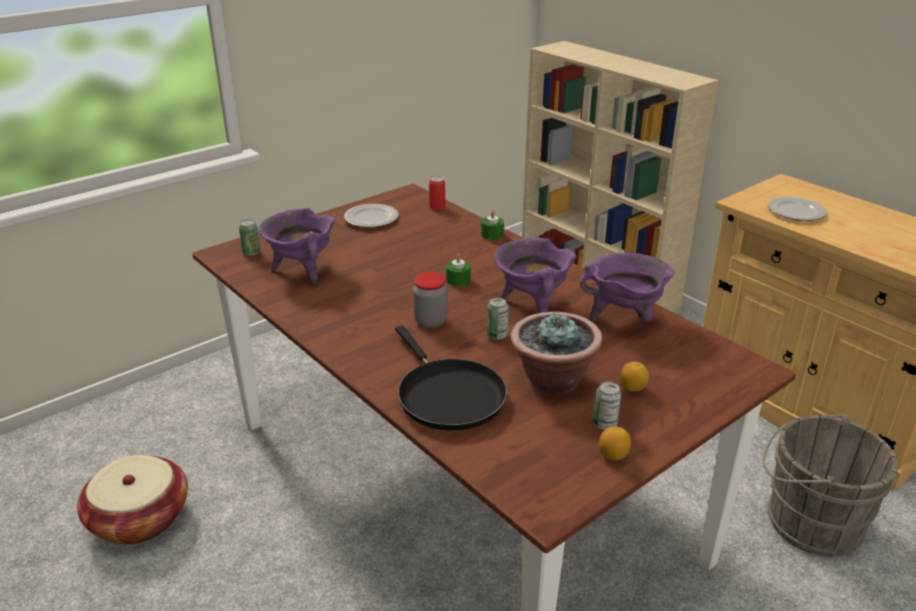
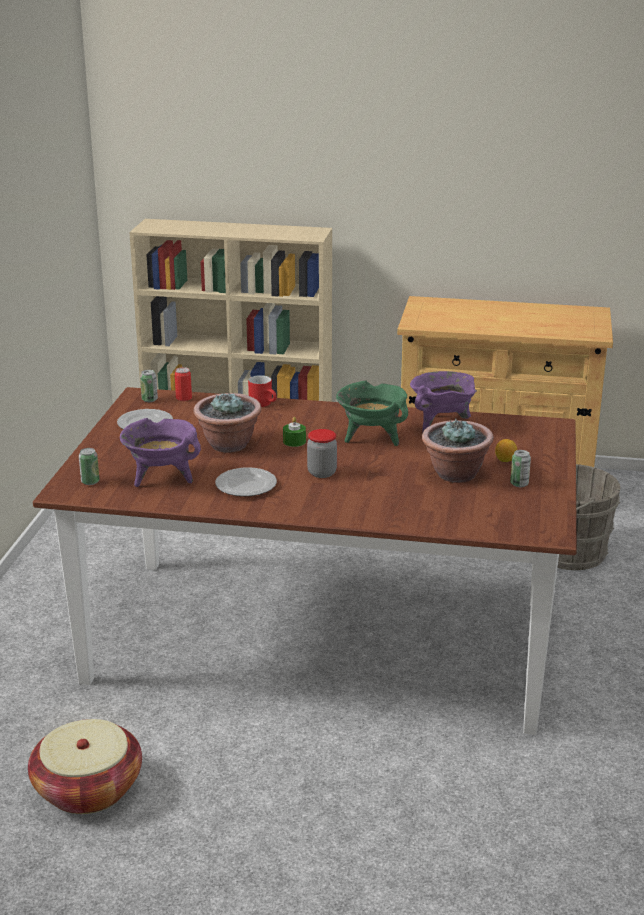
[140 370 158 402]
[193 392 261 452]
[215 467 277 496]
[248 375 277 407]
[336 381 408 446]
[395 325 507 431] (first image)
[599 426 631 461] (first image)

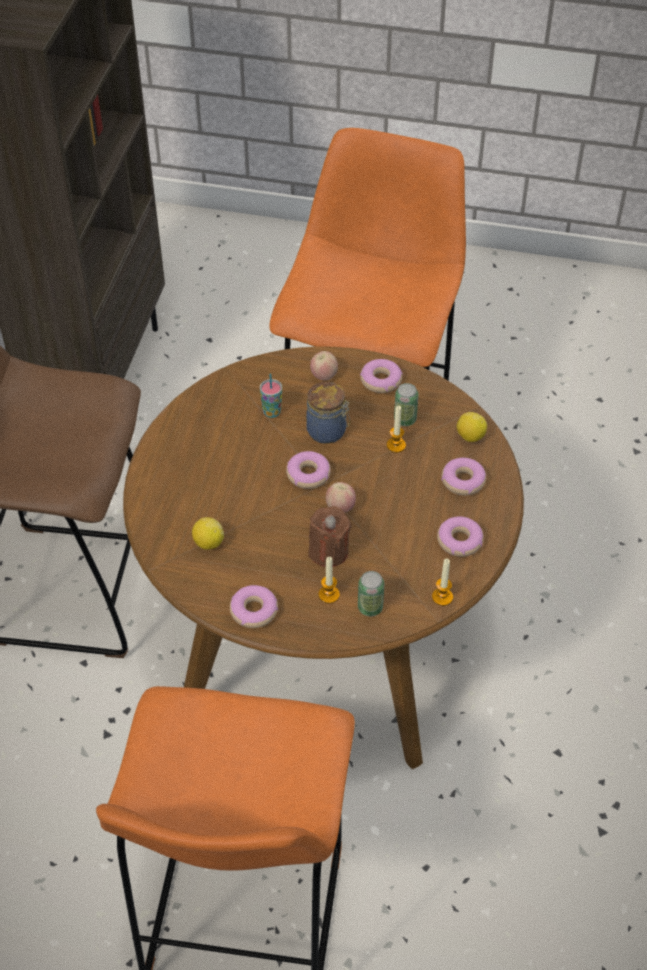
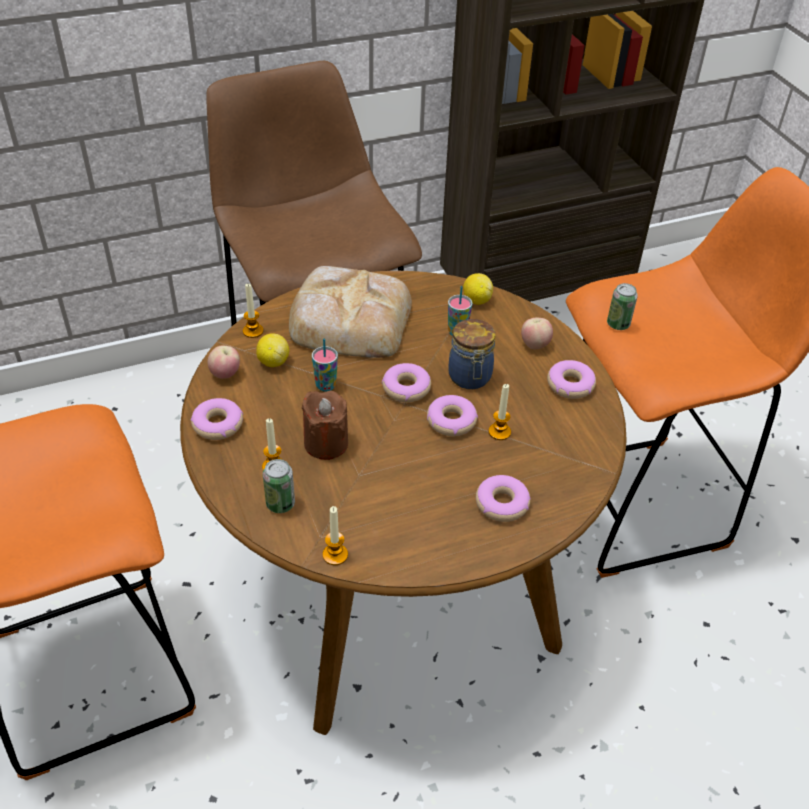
[207 345 240 379]
[243 284 263 338]
[289 266 412 358]
[312 338 338 392]
[427 395 478 436]
[463 273 493 305]
[607 283 638 330]

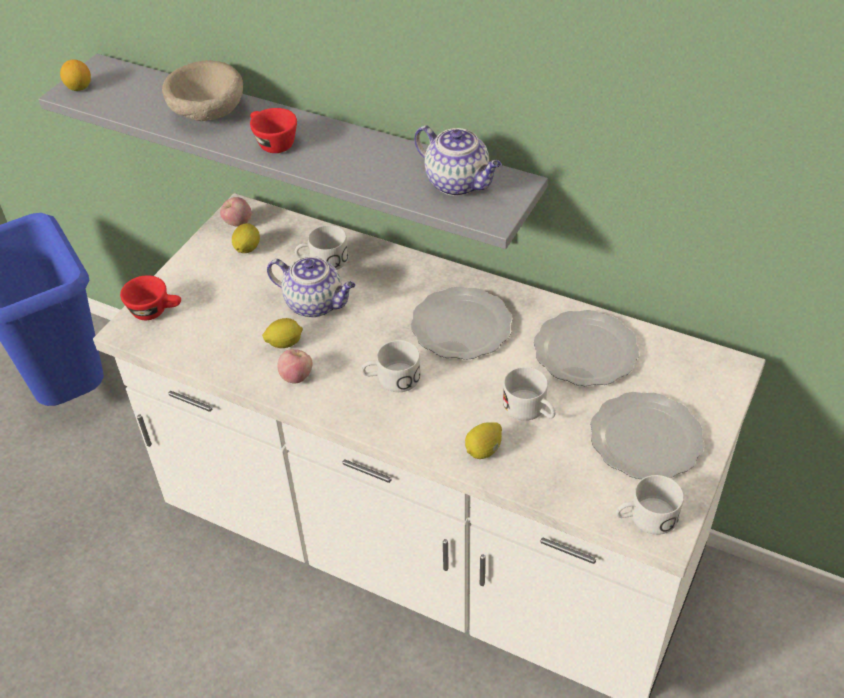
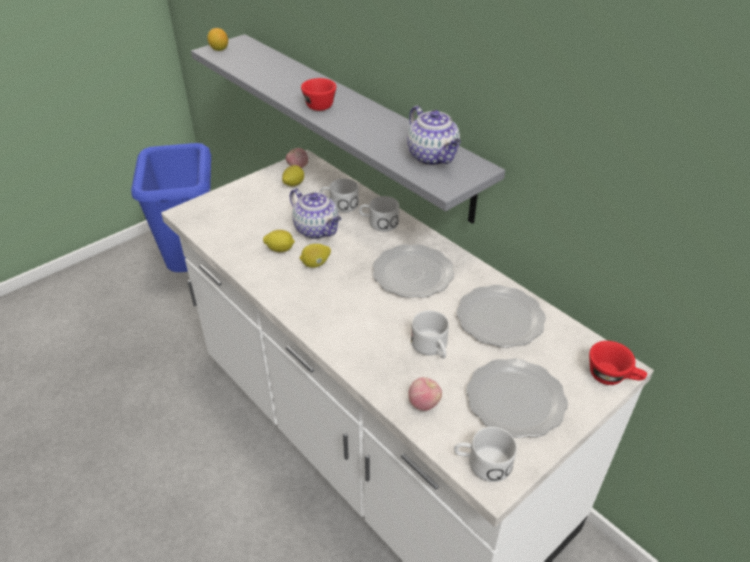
[300 244 331 268]
[359 196 399 232]
[408 377 442 411]
[589 341 647 385]
[162 60 243 121] (first image)

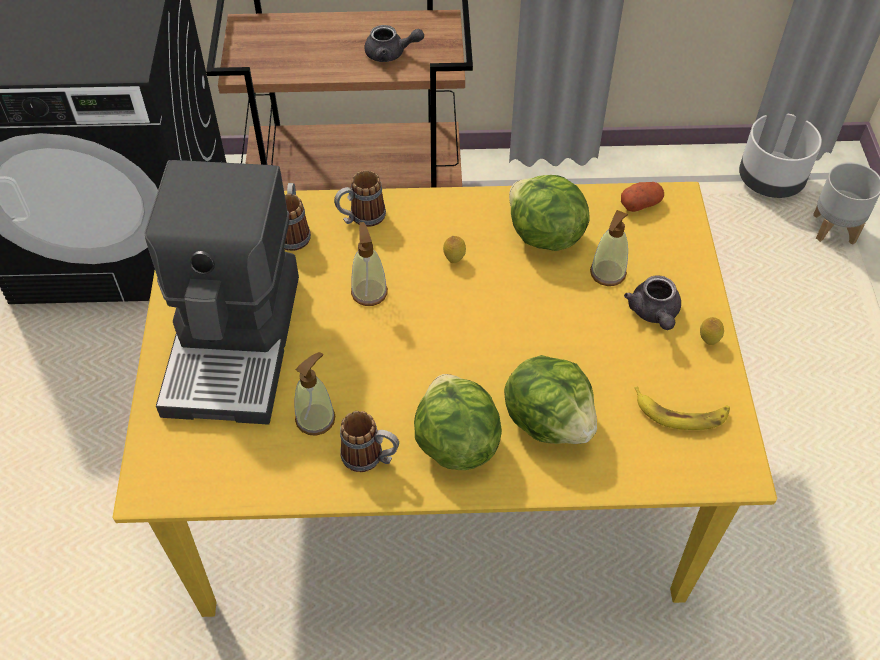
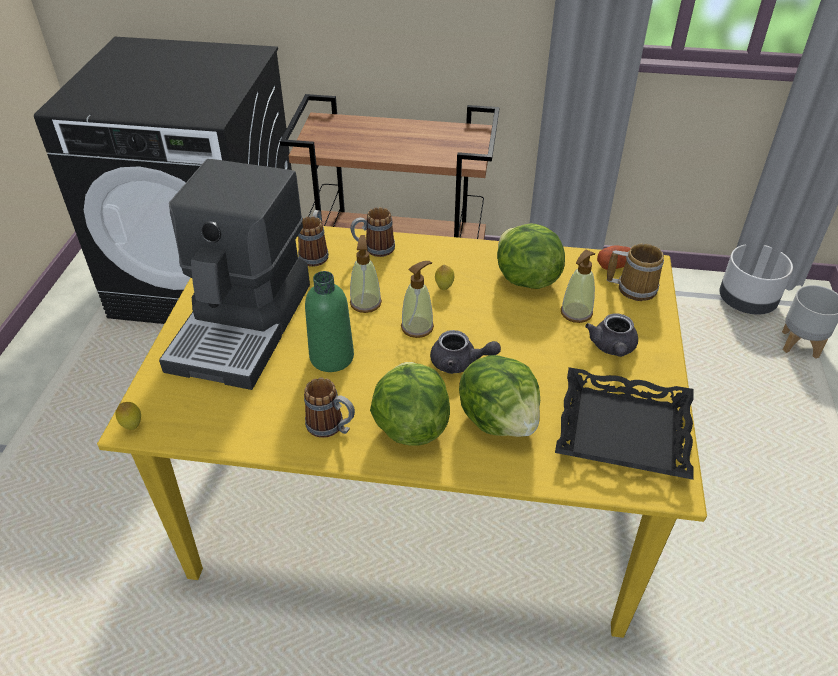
[116 402 141 430]
[305 271 354 372]
[401 261 434 338]
[430 330 501 374]
[555 367 694 480]
[607 244 664 301]

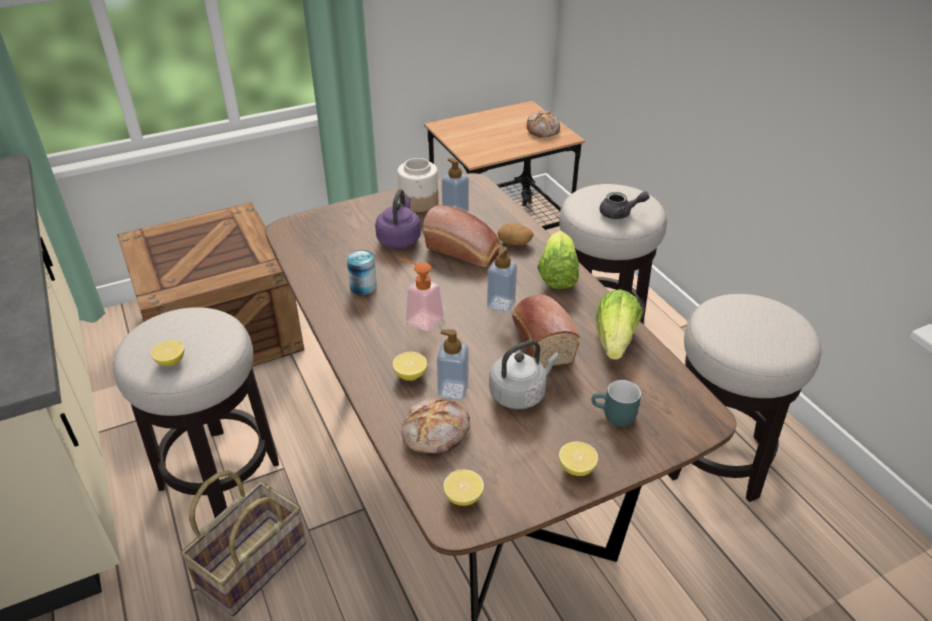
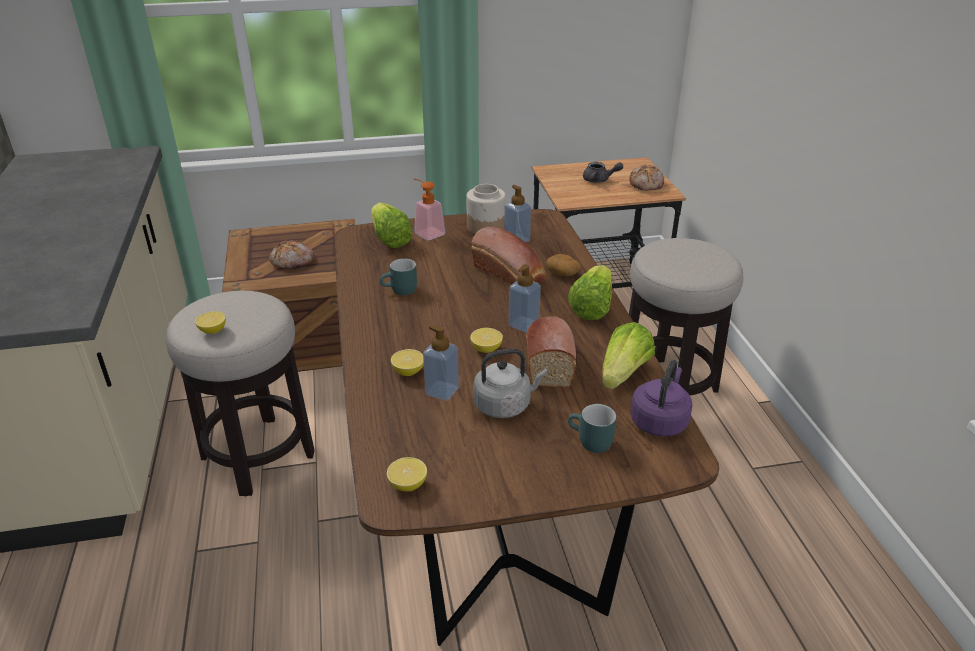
[269 240 314 270]
[371 203 412 248]
[380 258 417 295]
[414 178 445 240]
[470 328 503 353]
[583 162 623 183]
[630 360 693 437]
[180 471 306 616] (first image)
[668 294 821 502] (first image)

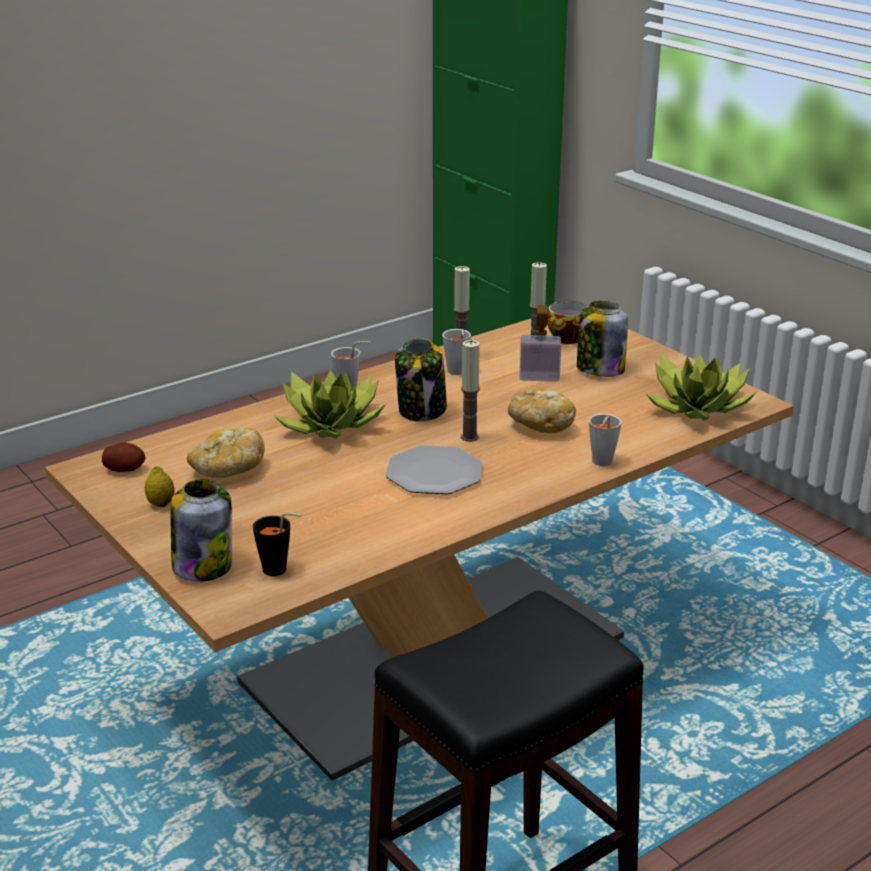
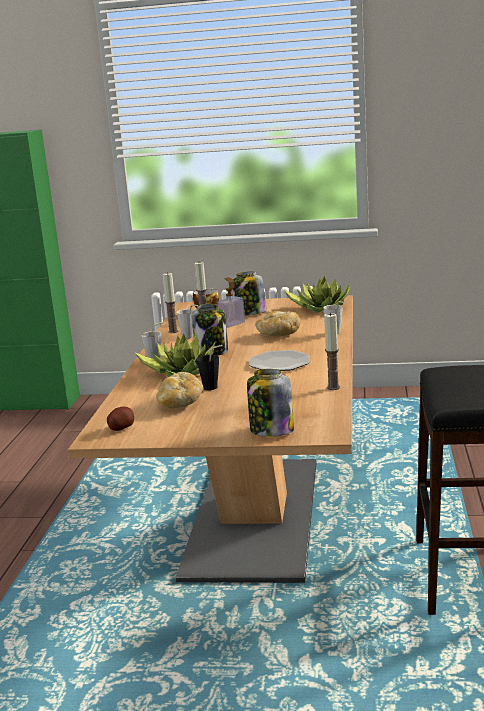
[197 345 223 390]
[324 313 340 390]
[145 466 174 507] (first image)

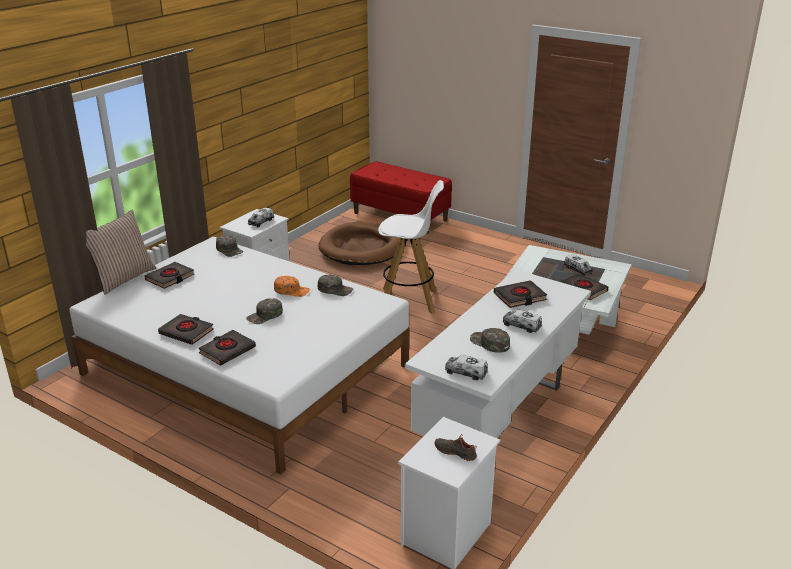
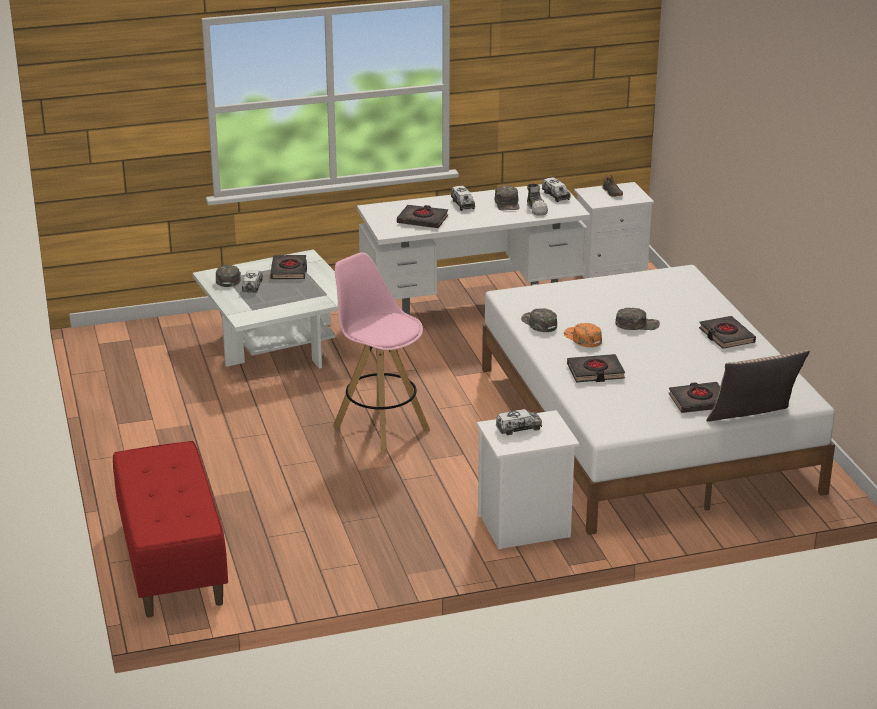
[216 265 241 287]
[333 252 430 454]
[527 184 548 216]
[567 354 625 383]
[319 222 400 265] (first image)

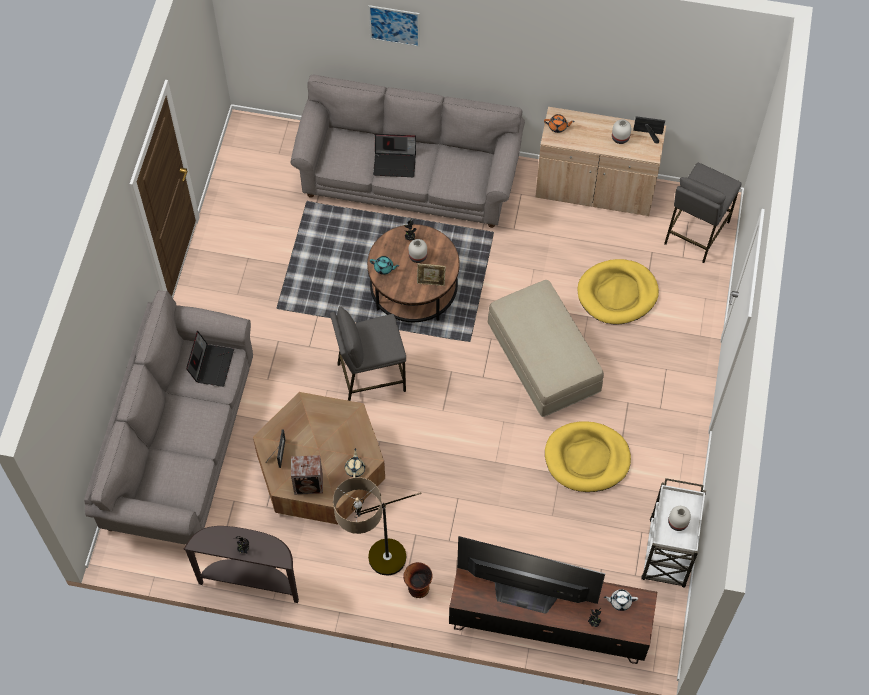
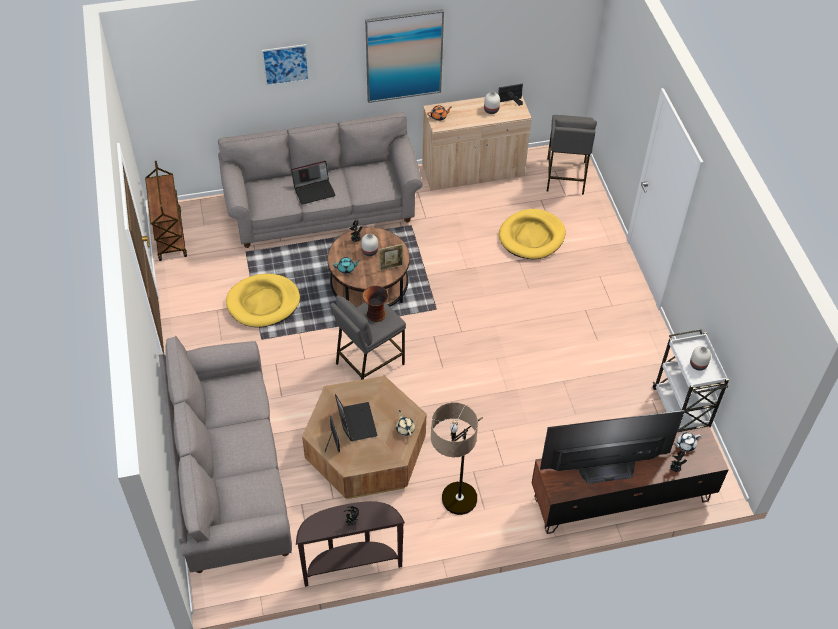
[145 161 187 261]
[226 274 300 327]
[335 394 378 441]
[363 286 388 322]
[365 9 444 103]
[291 455 323 495] (first image)
[488 280 604 417] (first image)

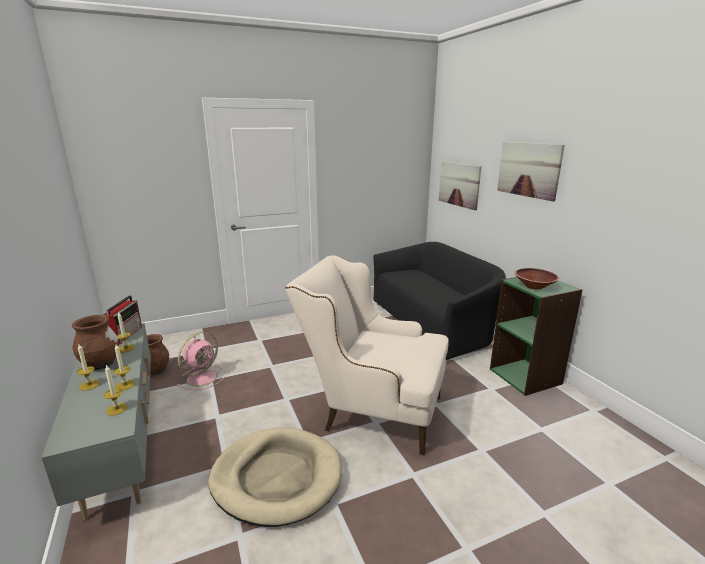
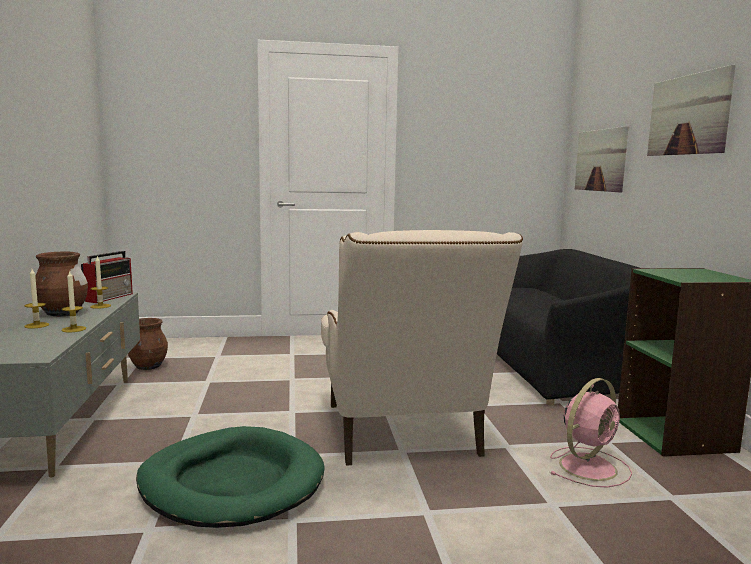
[136 426 325 528]
[321 230 523 466]
[550 378 632 488]
[104 365 128 415] (first image)
[514 268 559 290] (first image)

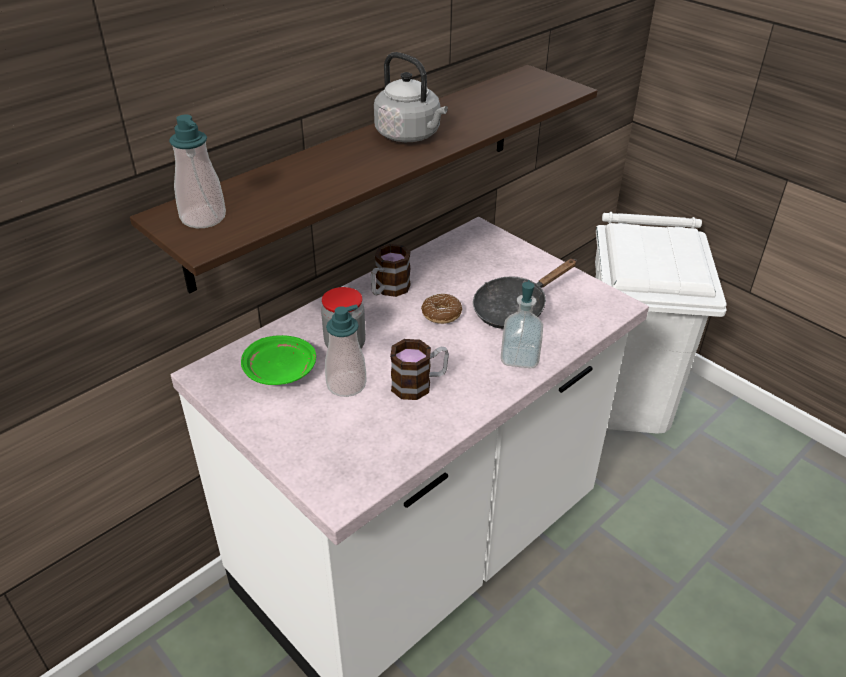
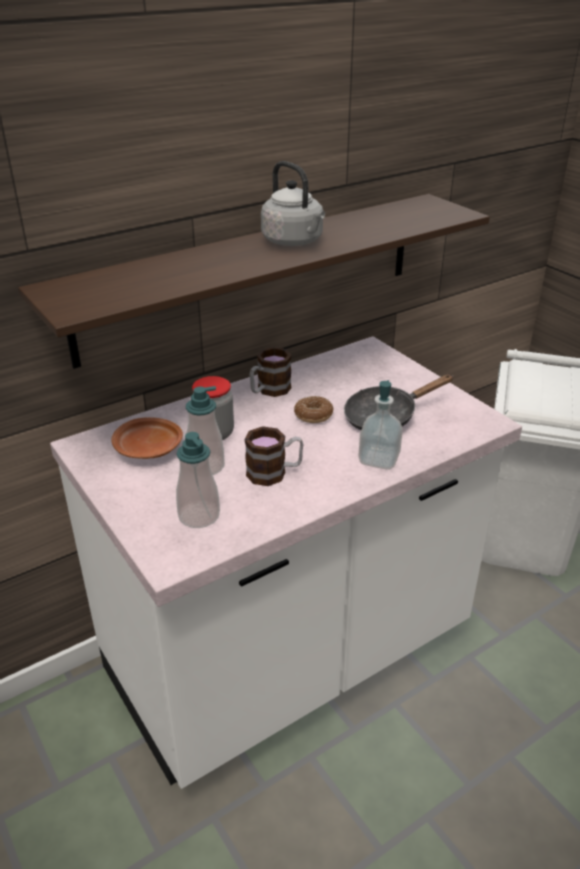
[111 417 183 459]
[176 432 220 528]

